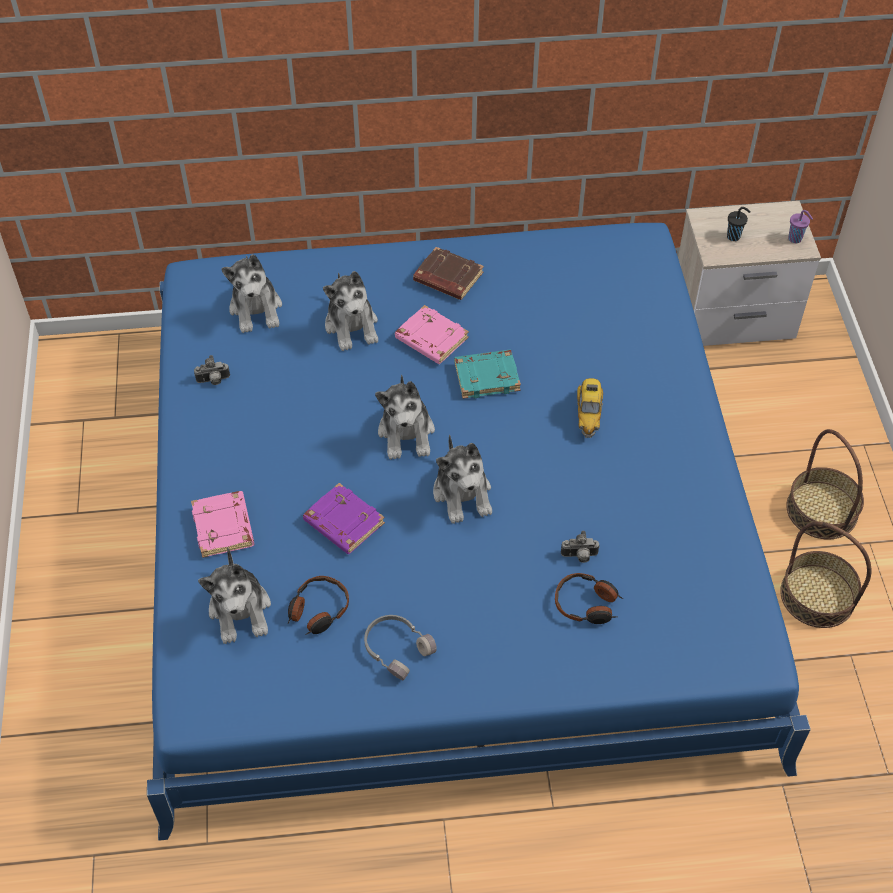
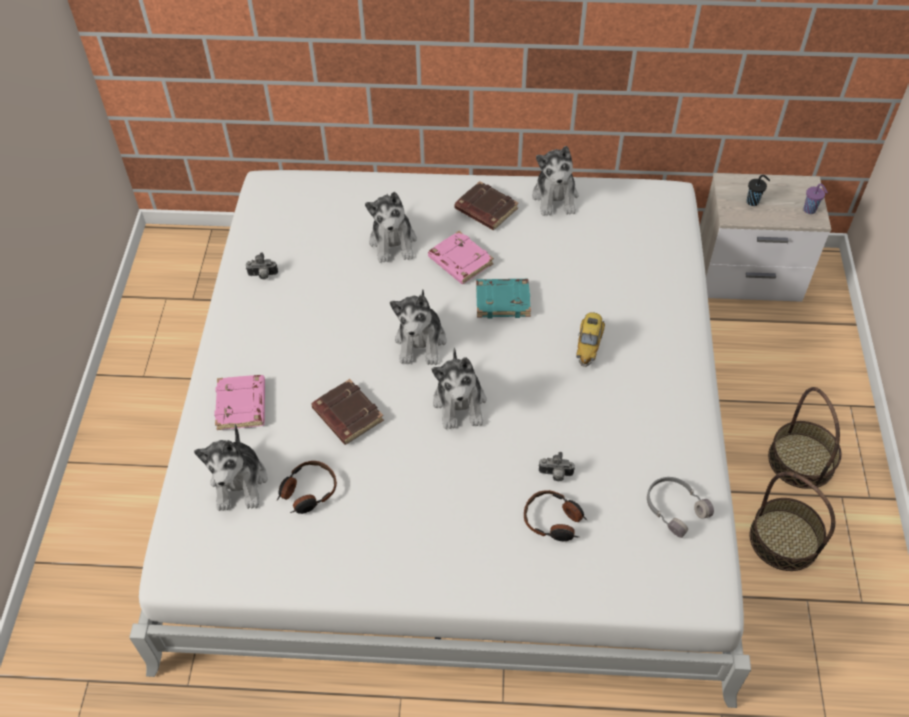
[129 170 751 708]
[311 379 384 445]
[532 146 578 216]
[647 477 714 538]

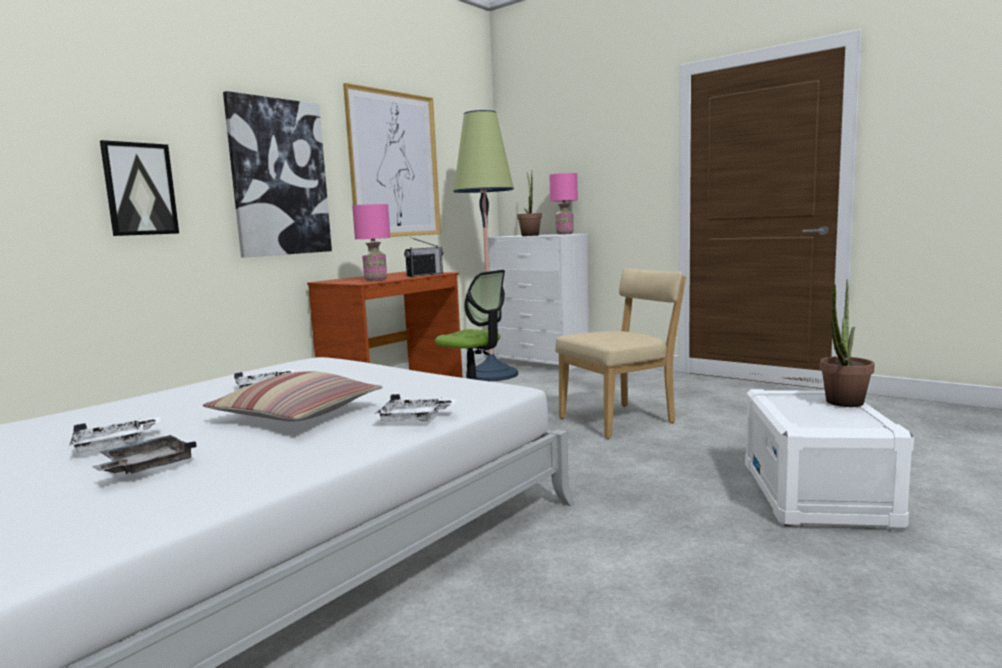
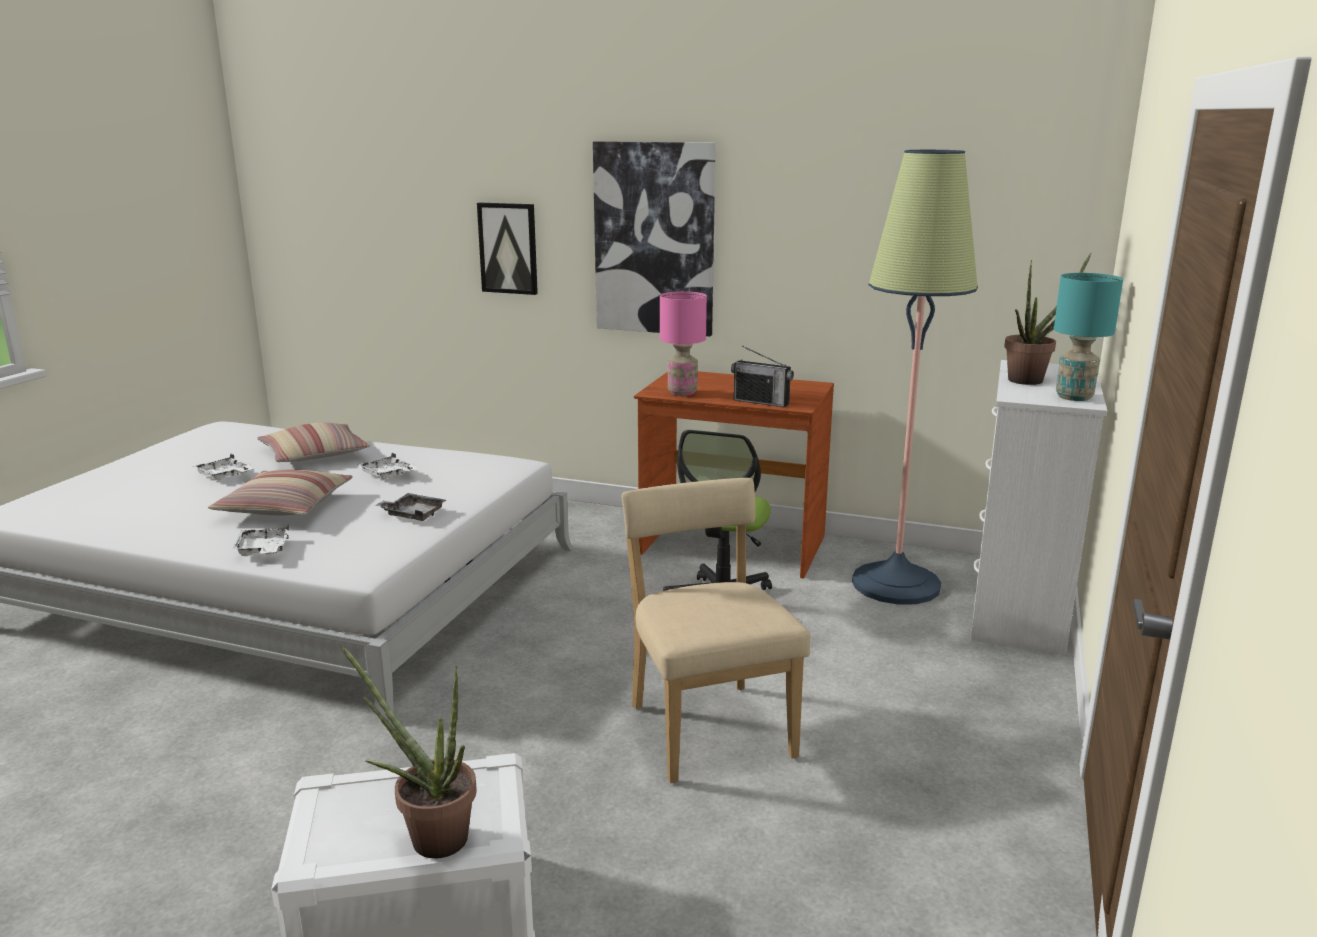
[257 422 370 462]
[375 493 446 521]
[622 478 810 783]
[1054 273 1123 401]
[343 83 441 237] (first image)

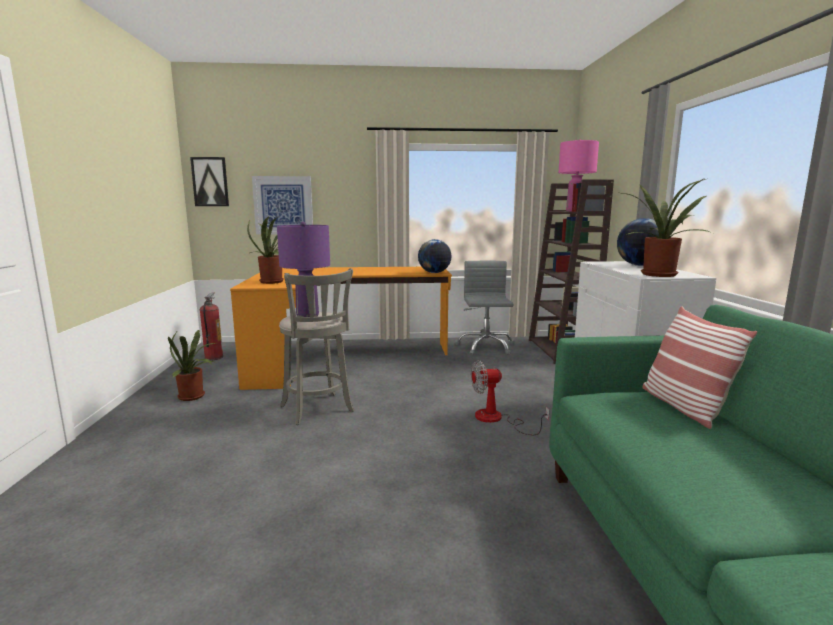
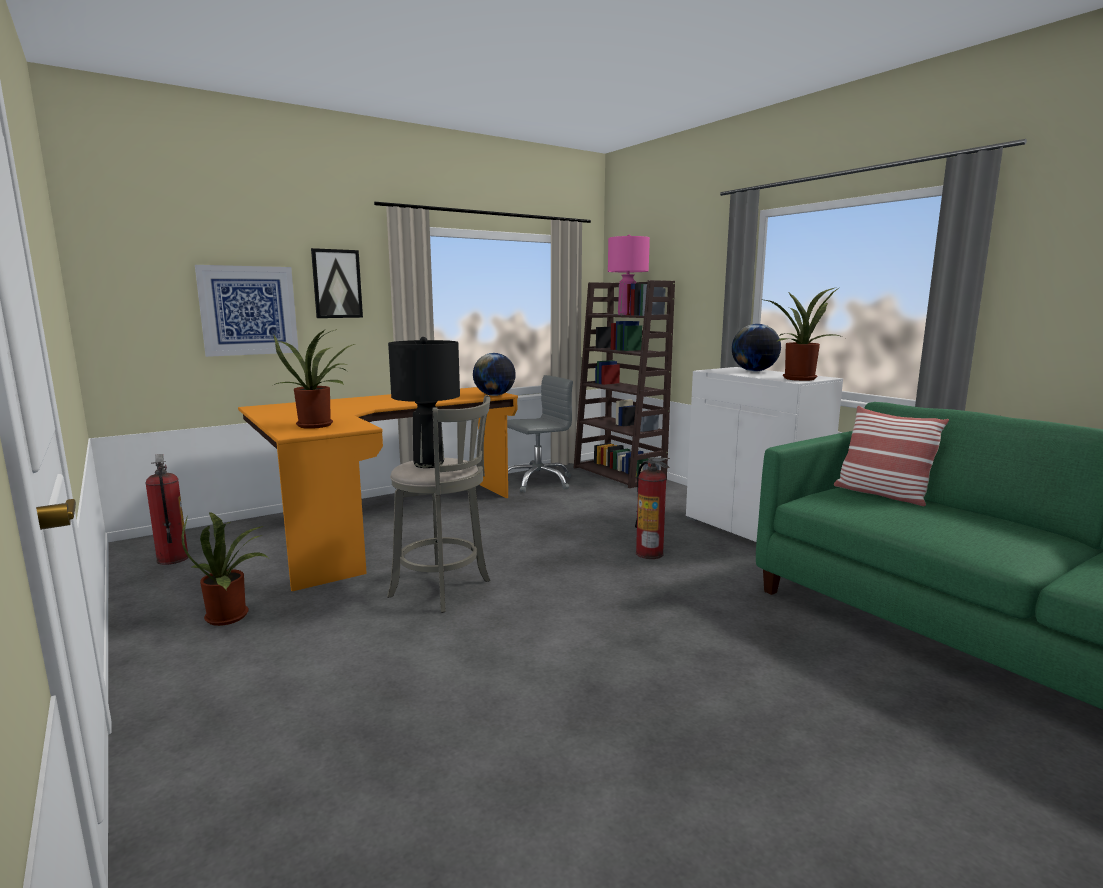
[311 248 363 318]
[388 337 460 468]
[507 375 573 492]
[635 457 670 559]

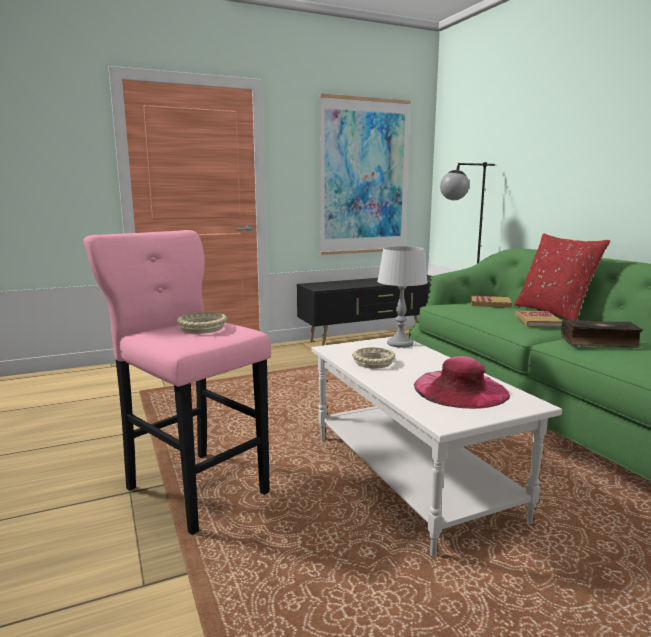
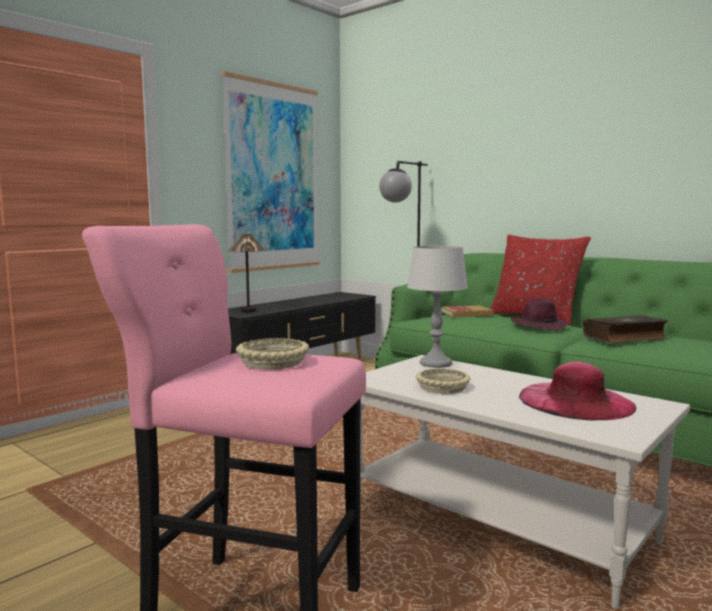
[229 234 265 312]
[511 298 569 331]

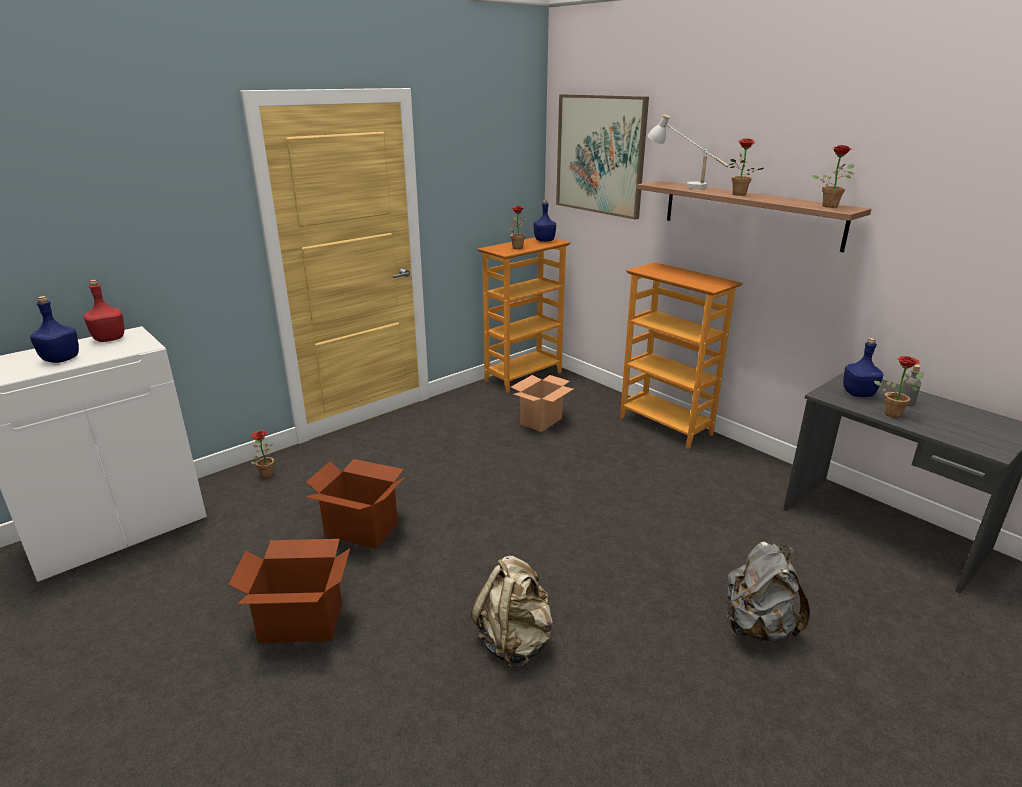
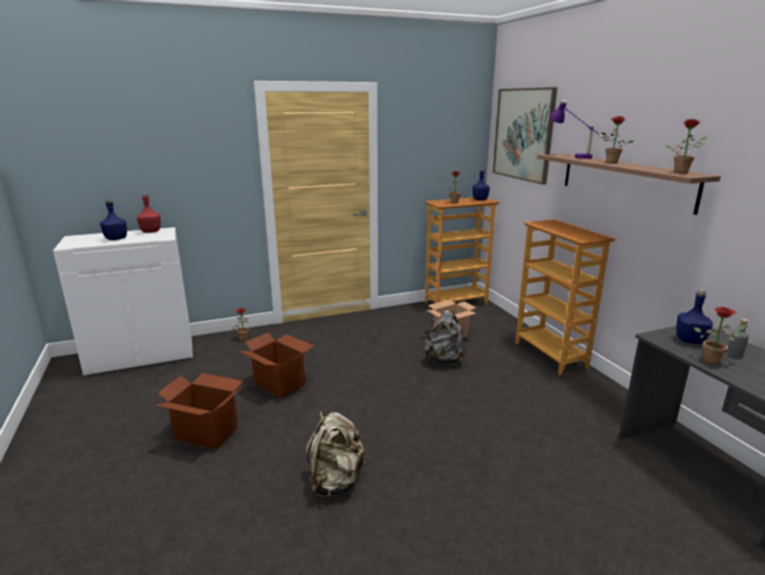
[424 311 466 365]
[549 100 607 159]

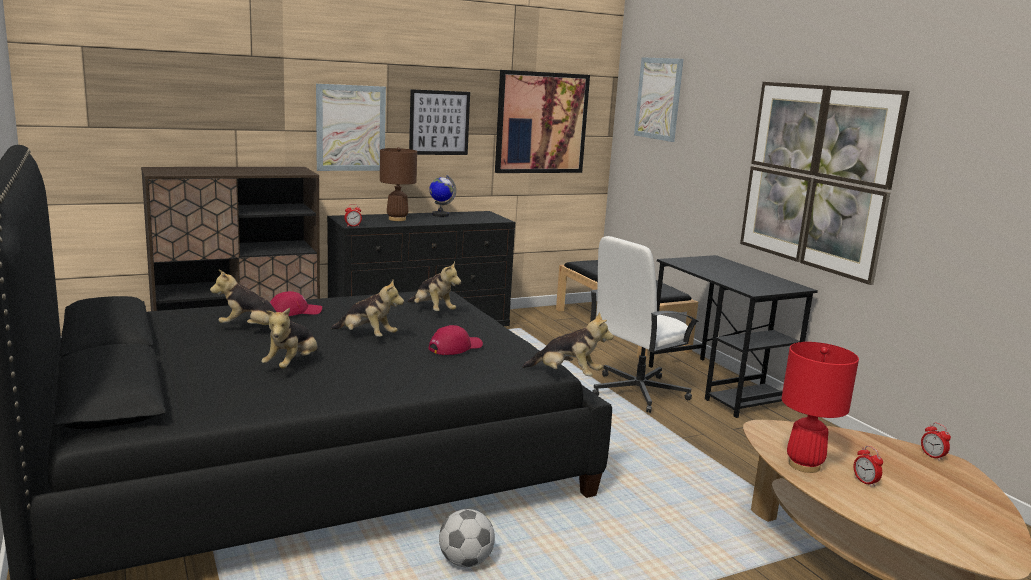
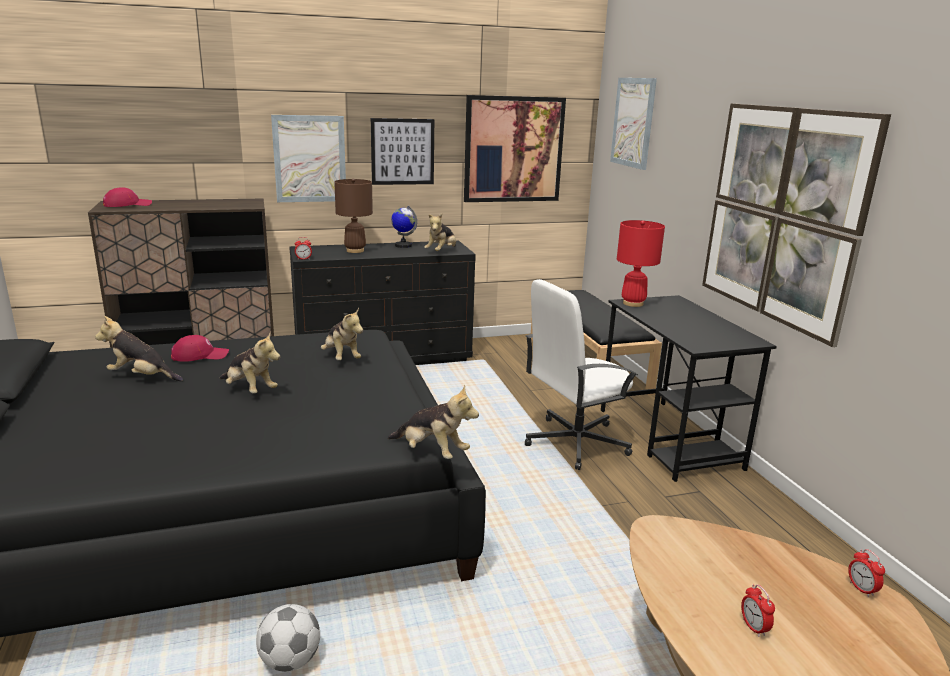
[103 187 152 207]
[424 214 456 251]
[617 220 665 307]

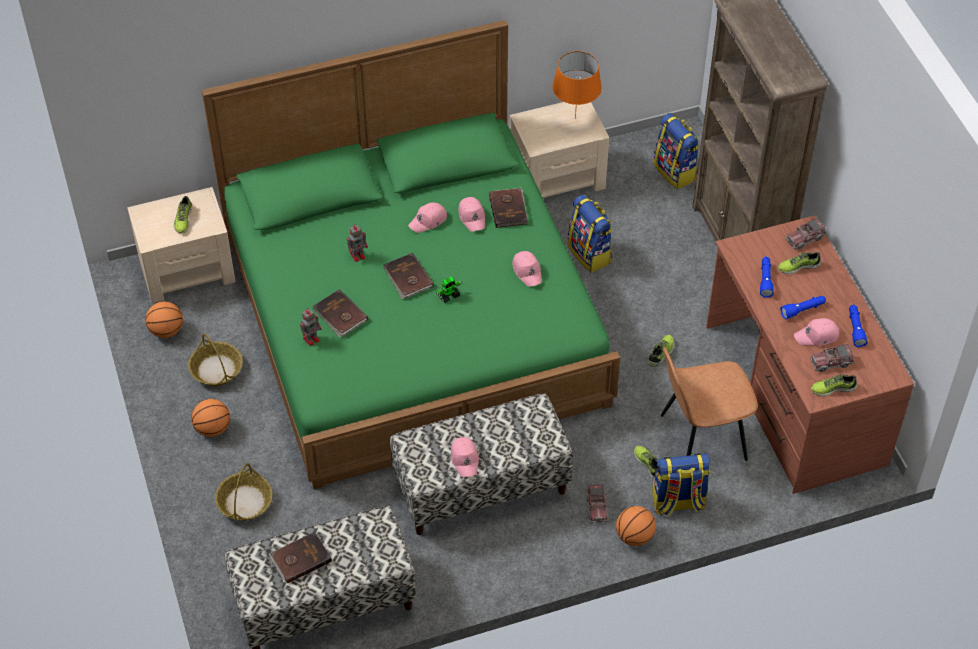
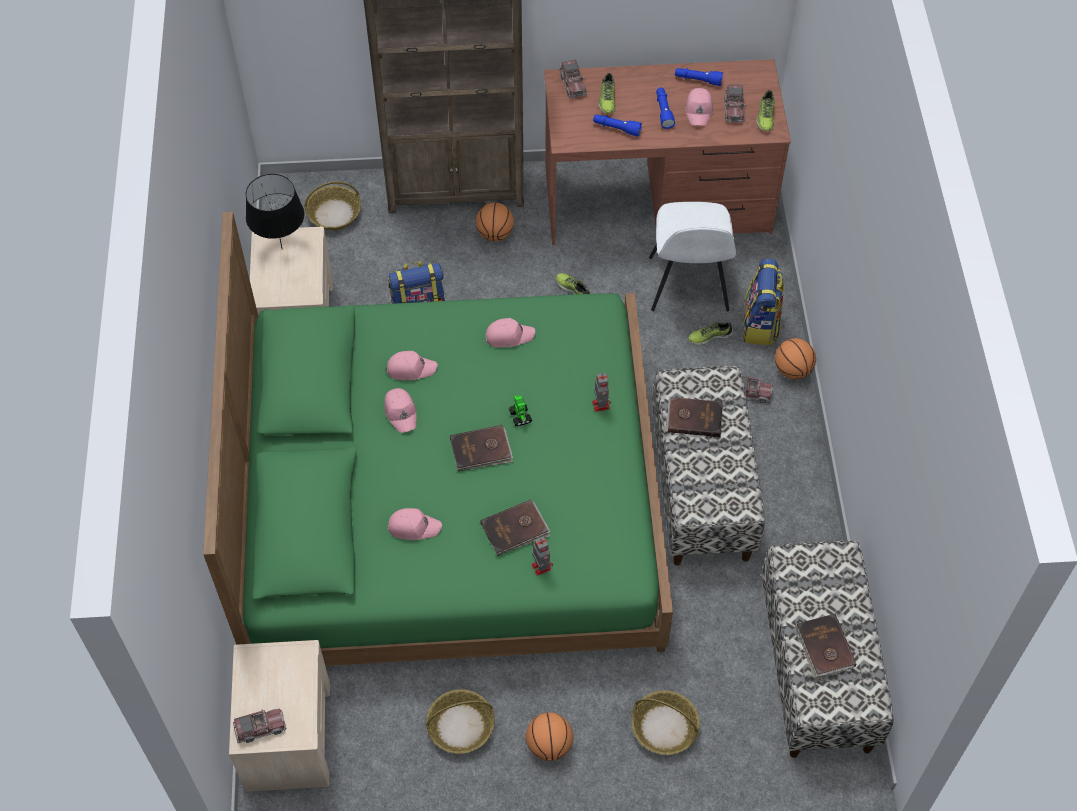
[233 708 286 743]
[246 174 305 248]
[305 181 361 230]
[388 508 442 540]
[475 203 514 241]
[592 373 611 412]
[649 202 736 312]
[666 397 723 437]
[174 196 192 233] (first image)

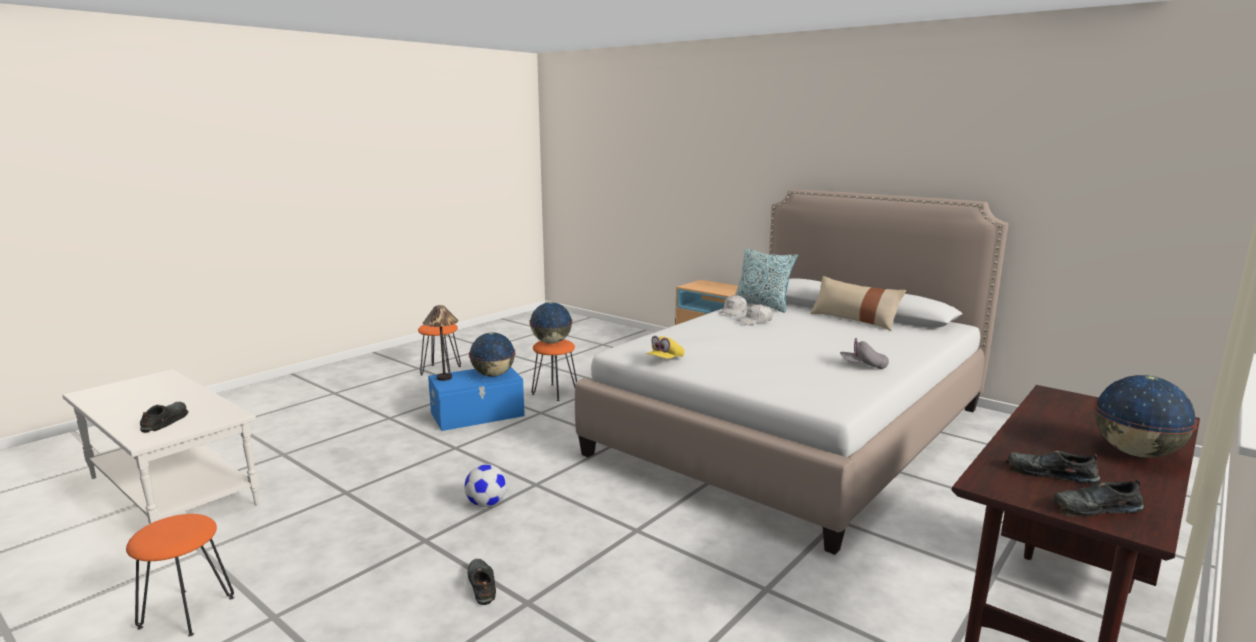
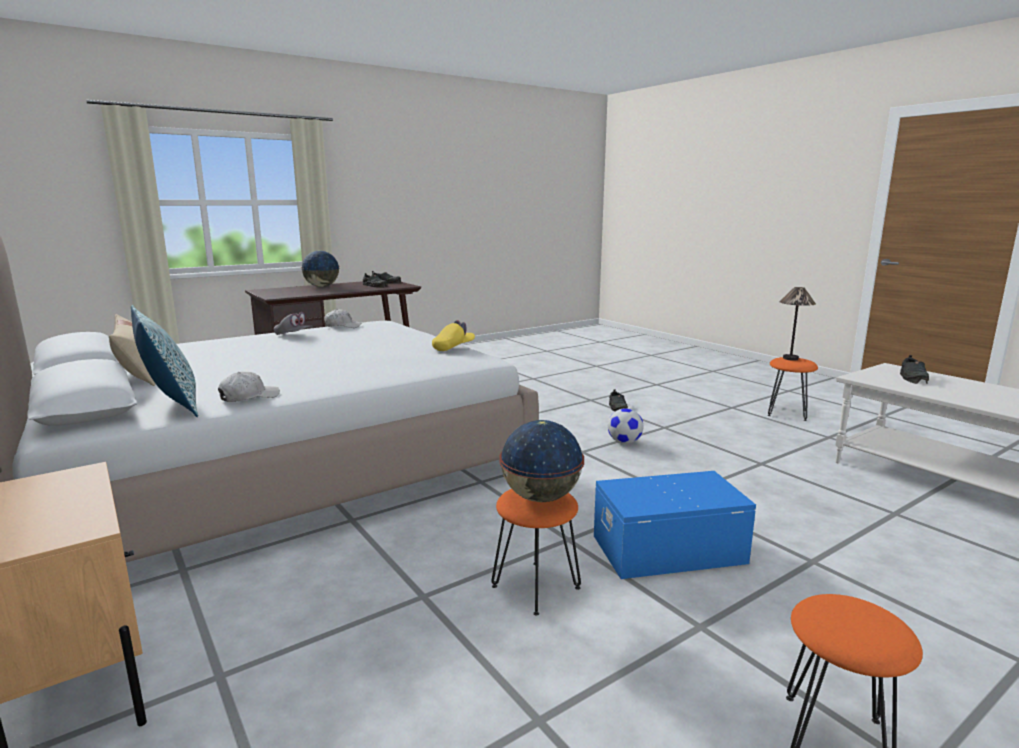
[324 309 361 328]
[780 287 816 361]
[469 332 515 377] (first image)

